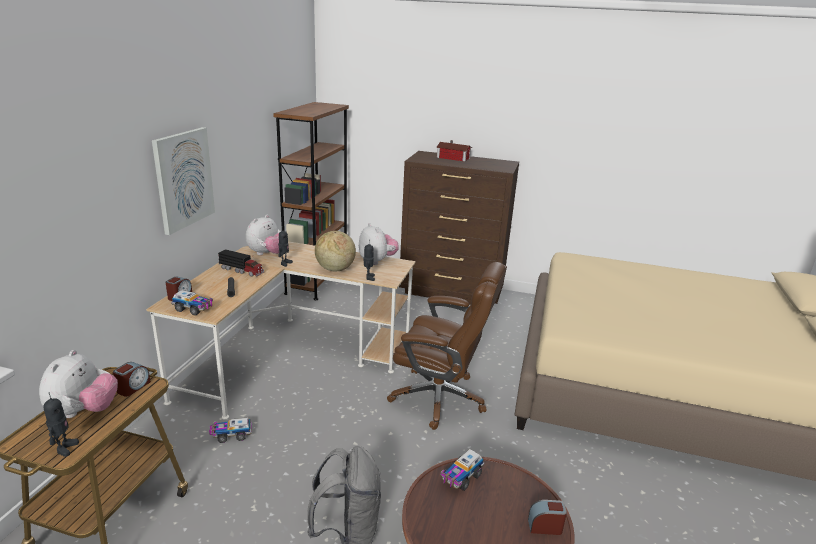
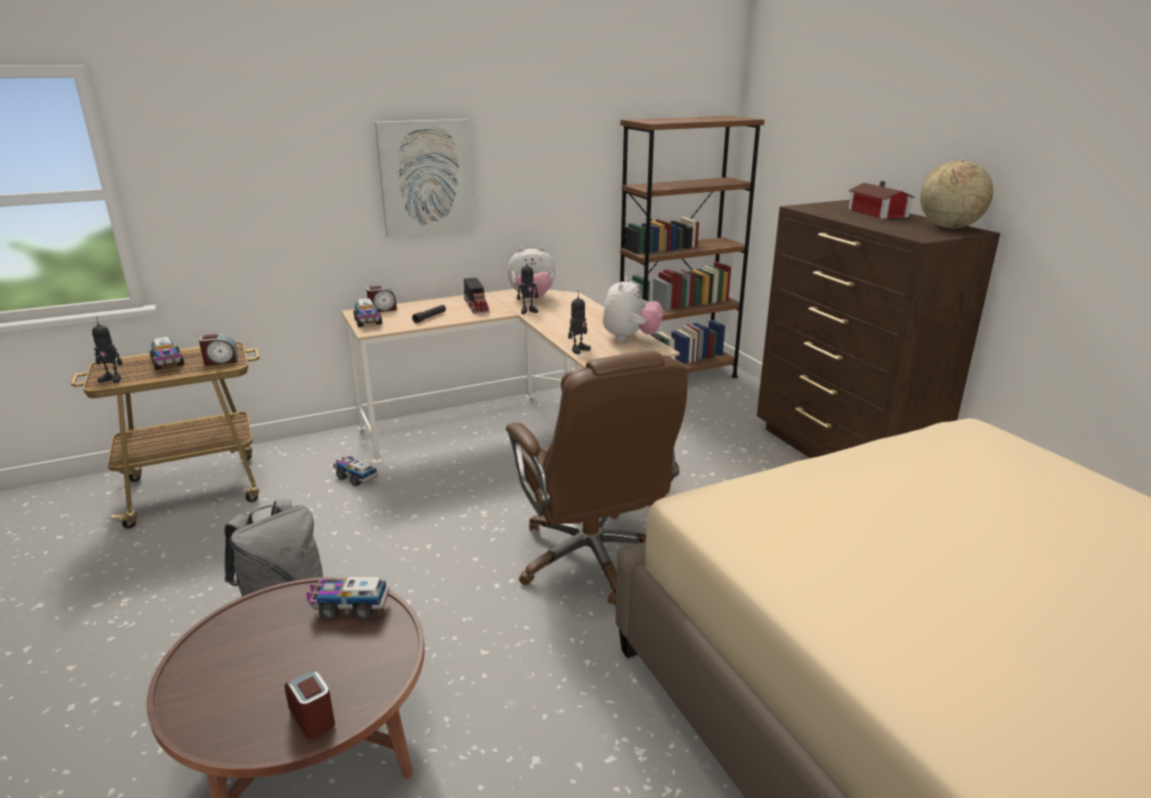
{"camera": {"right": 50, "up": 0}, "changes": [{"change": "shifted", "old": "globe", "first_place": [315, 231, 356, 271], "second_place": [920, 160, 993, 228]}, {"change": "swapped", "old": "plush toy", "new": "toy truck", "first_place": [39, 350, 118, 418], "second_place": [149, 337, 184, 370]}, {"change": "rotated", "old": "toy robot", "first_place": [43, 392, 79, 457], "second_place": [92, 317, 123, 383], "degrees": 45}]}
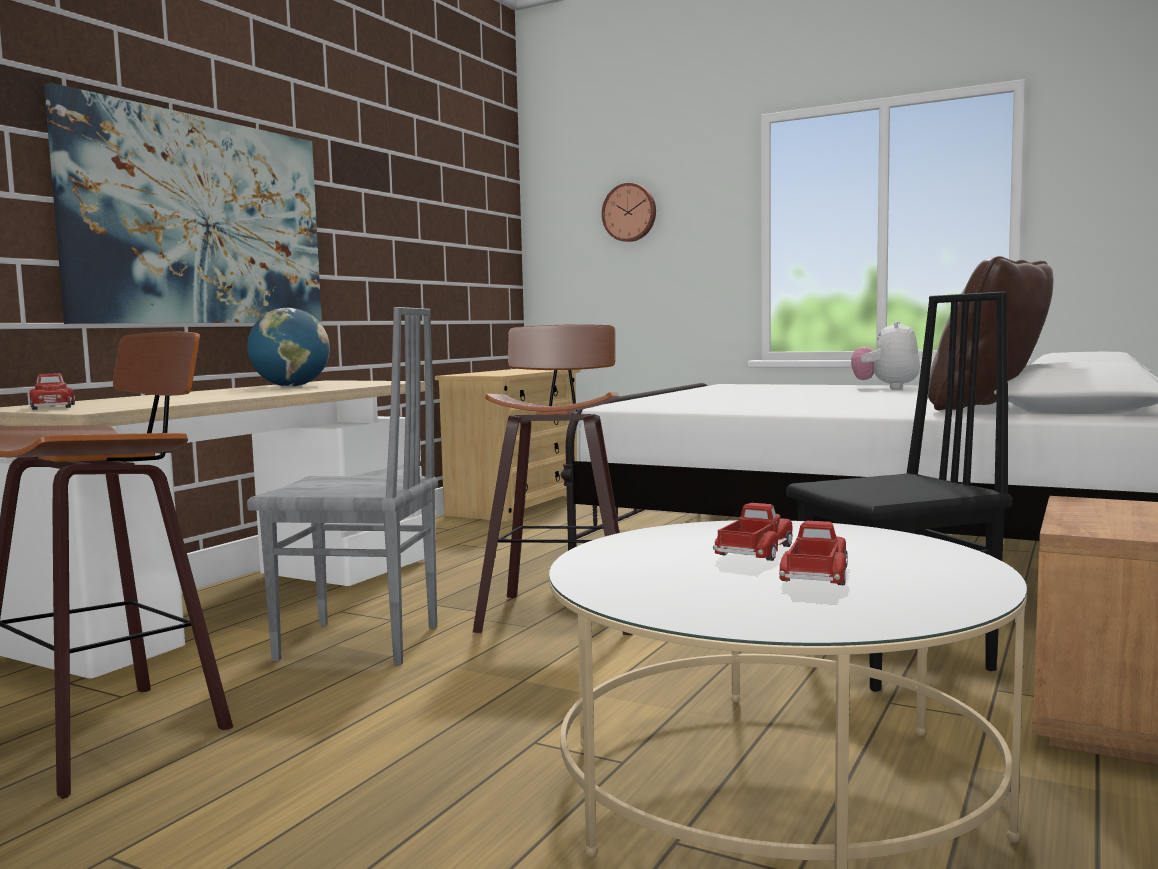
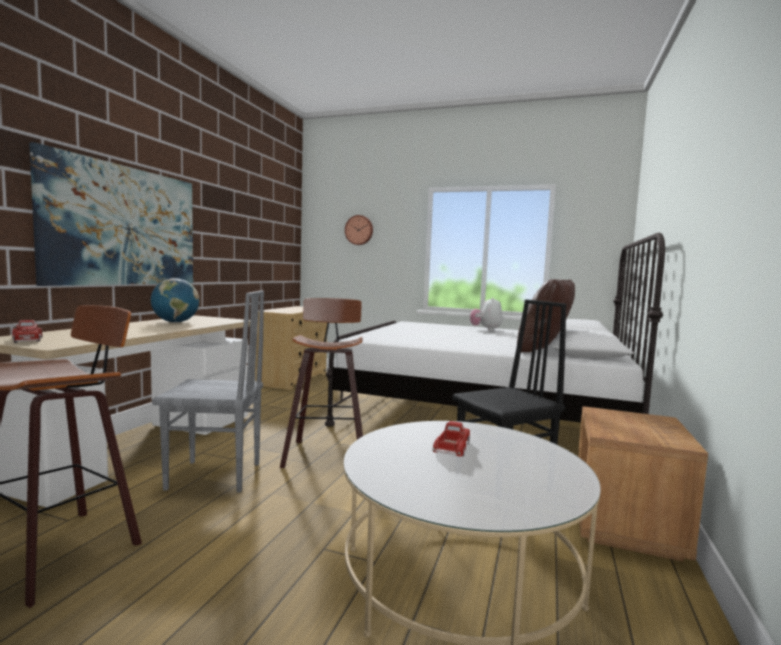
{"camera": {"right": -10, "up": 0}, "changes": [{"change": "gone", "old": "toy truck", "first_place": [779, 521, 848, 585]}]}
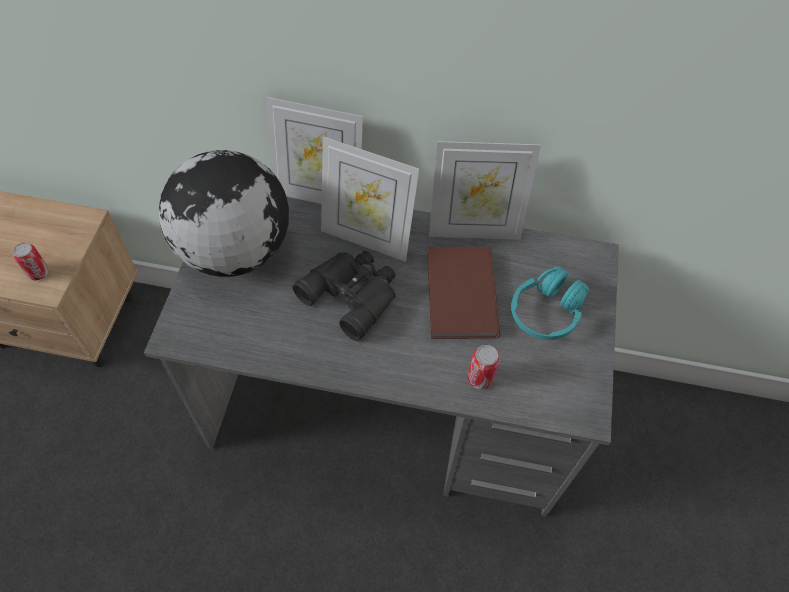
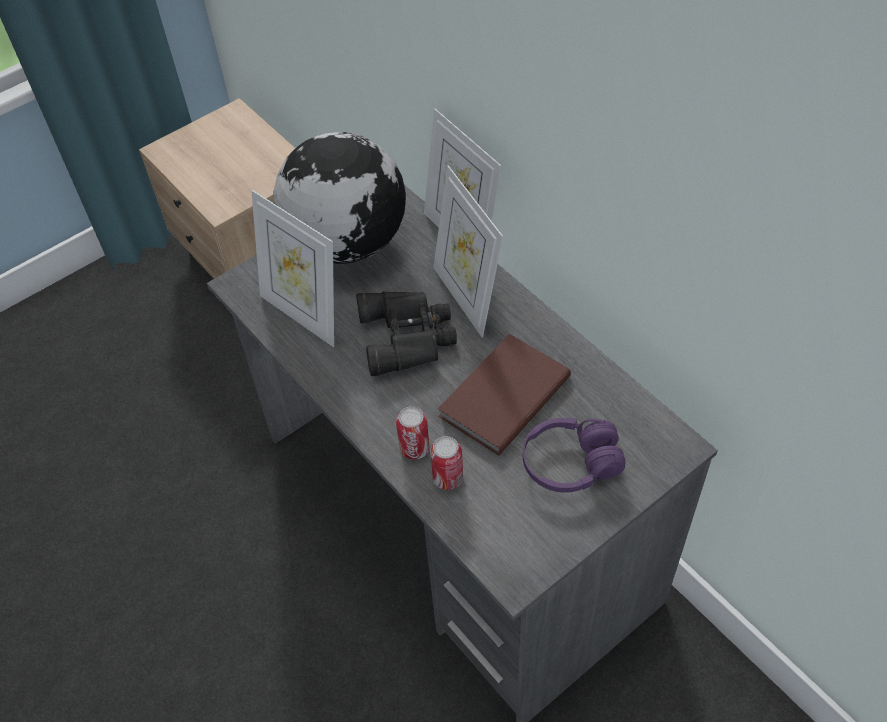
{"camera": {"right": 45, "up": -5}, "changes": [{"change": "shifted", "old": "picture frame", "first_place": [429, 141, 541, 239], "second_place": [251, 190, 334, 347]}, {"change": "shifted", "old": "can", "first_place": [13, 242, 49, 280], "second_place": [396, 406, 429, 460]}, {"change": "repainted", "old": "turquoise headphones", "new": "purple headphones", "first_place": [511, 266, 589, 340], "second_place": [523, 417, 626, 493]}]}
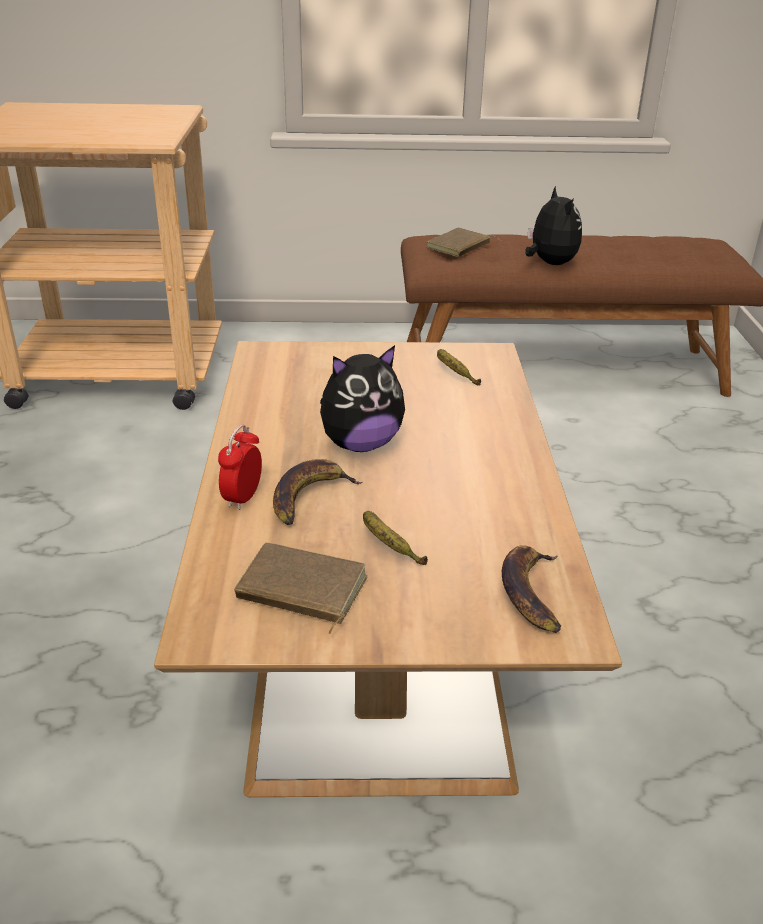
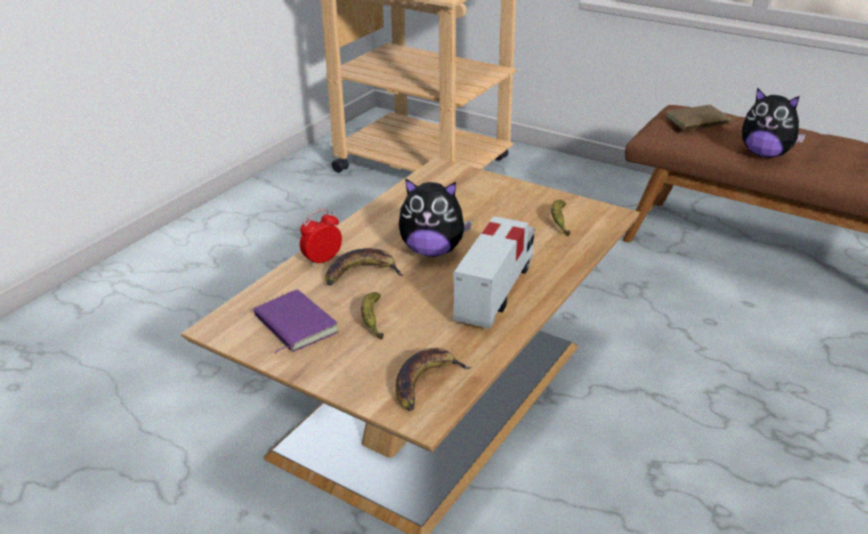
{"camera": {"right": 35, "up": 0}, "changes": [{"change": "rotated", "old": "plush toy", "first_place": [526, 186, 582, 265], "second_place": [742, 88, 806, 158], "degrees": 105}, {"change": "repainted", "old": "brown book", "new": "purple book", "first_place": [234, 543, 368, 634], "second_place": [253, 289, 339, 353]}, {"change": "new", "new": "toy truck", "second_place": [453, 216, 535, 329]}]}
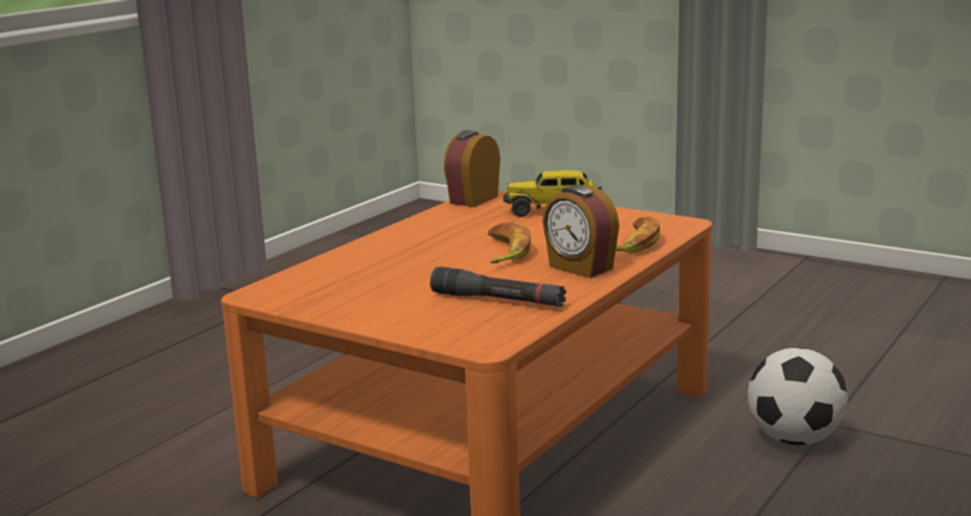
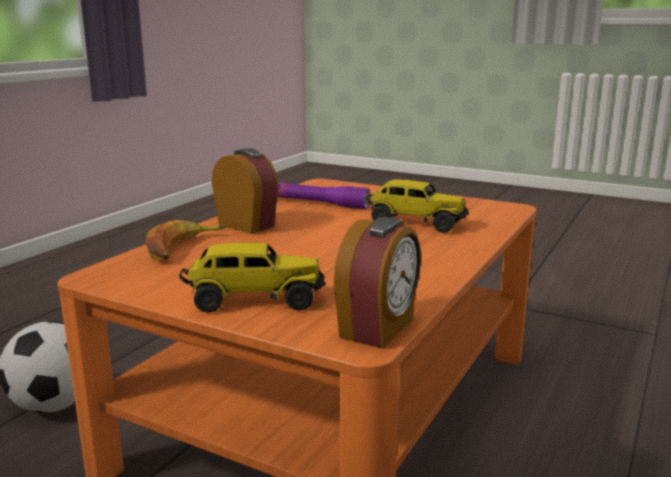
{"camera": {"right": 175, "up": 0}, "changes": [{"change": "gone", "old": "banana", "first_place": [488, 222, 531, 263]}, {"change": "repainted", "old": "black flashlight", "new": "purple flashlight", "first_place": [430, 267, 566, 307], "second_place": [278, 182, 371, 209]}, {"change": "new", "new": "toy truck", "second_place": [366, 179, 469, 233]}]}
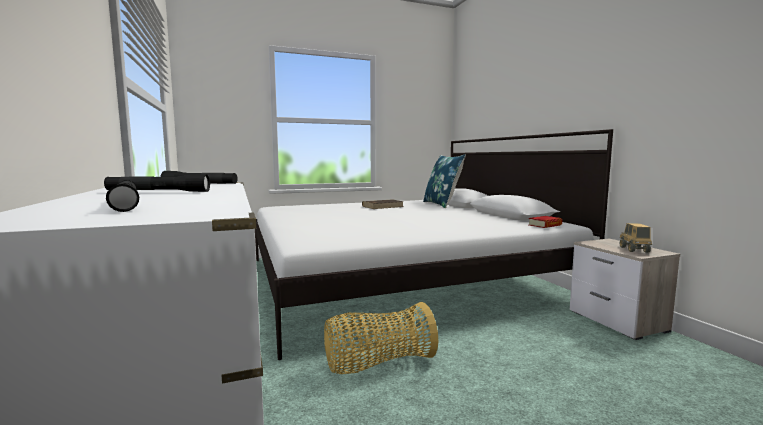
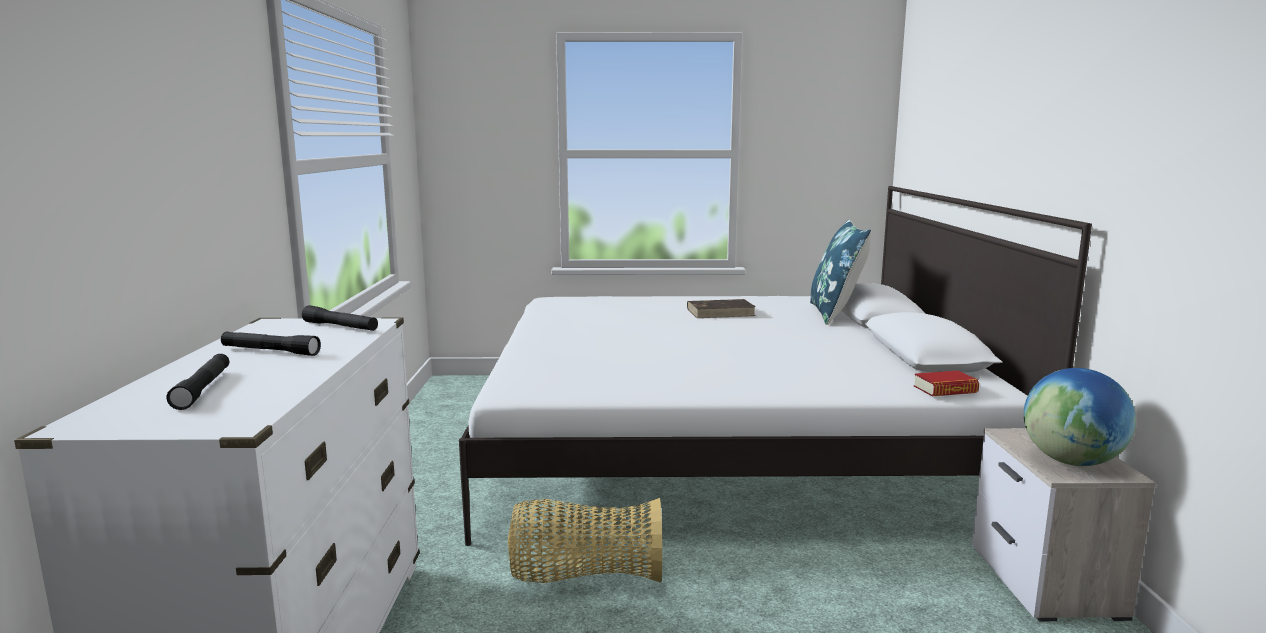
{"camera": {"right": 20, "up": 5}, "changes": [{"change": "swapped", "old": "toy truck", "new": "globe", "first_place": [620, 223, 652, 253], "second_place": [1024, 368, 1136, 466]}]}
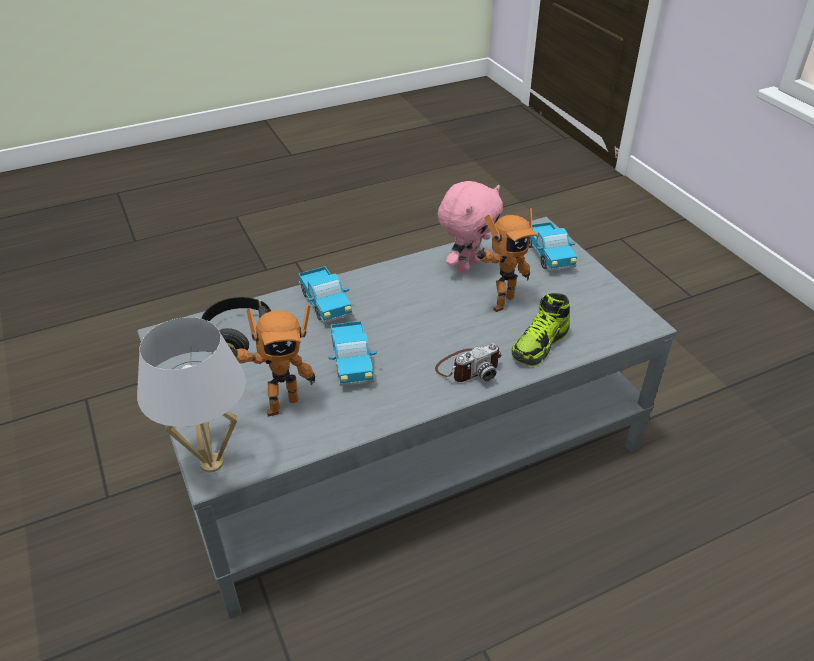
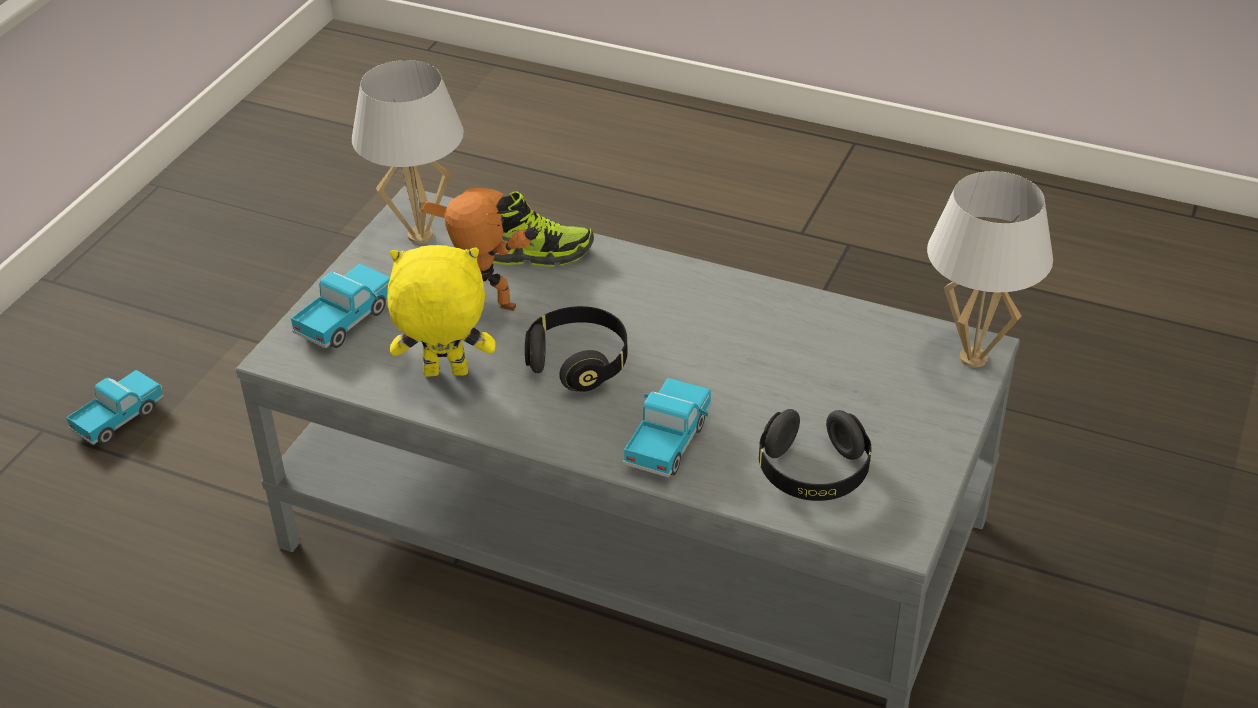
{"camera": {"right": -130, "up": 0}, "changes": [{"change": "repainted", "old": "pink plush toy", "new": "yellow plush toy", "first_place": [438, 181, 503, 273], "second_place": [387, 245, 496, 377]}, {"change": "gone", "old": "toy robot", "first_place": [231, 305, 315, 416]}, {"change": "shifted", "old": "toy truck", "first_place": [328, 321, 377, 386], "second_place": [66, 370, 164, 445]}, {"change": "gone", "old": "photo camera", "first_place": [435, 343, 502, 382]}, {"change": "new", "new": "white table lamp", "second_place": [352, 60, 464, 243]}, {"change": "new", "new": "black headphones", "second_place": [525, 306, 628, 392]}]}
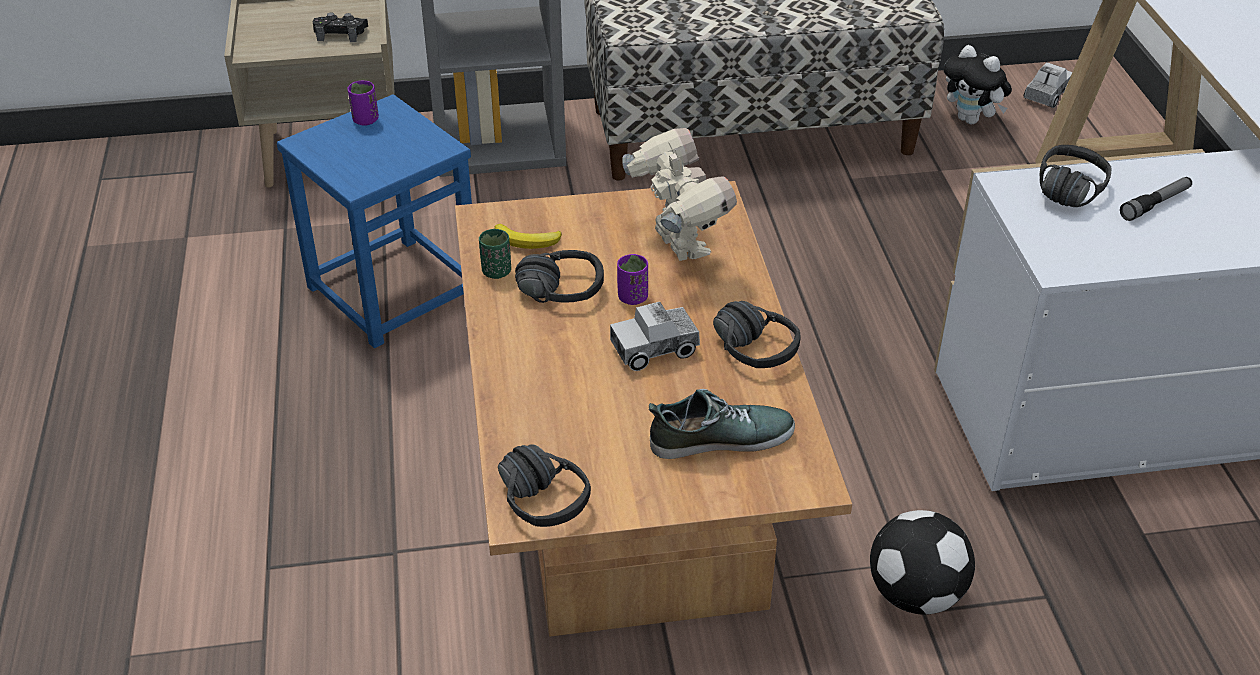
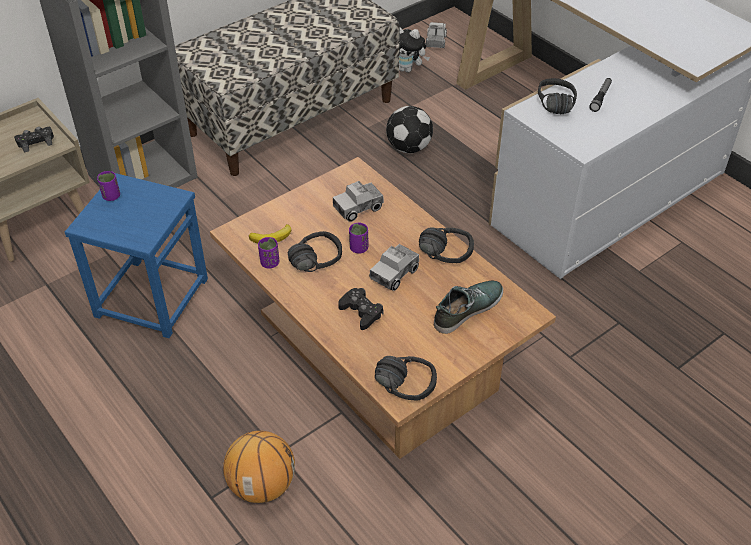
{"camera": {"right": -30, "up": 5}, "changes": [{"change": "swapped", "old": "toy robot", "new": "toy truck", "first_place": [622, 128, 737, 261], "second_place": [333, 181, 384, 222]}, {"change": "repainted", "old": "green cup", "new": "purple cup", "first_place": [479, 229, 511, 279], "second_place": [258, 237, 279, 269]}, {"change": "shifted", "old": "football", "first_place": [870, 510, 975, 615], "second_place": [386, 106, 433, 153]}, {"change": "new", "new": "black game controller", "second_place": [338, 288, 383, 330]}, {"change": "new", "new": "basketball", "second_place": [223, 431, 295, 503]}]}
